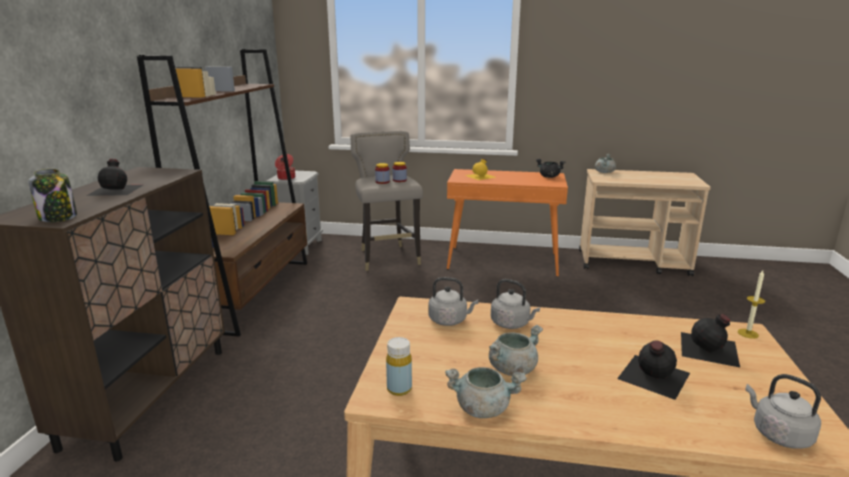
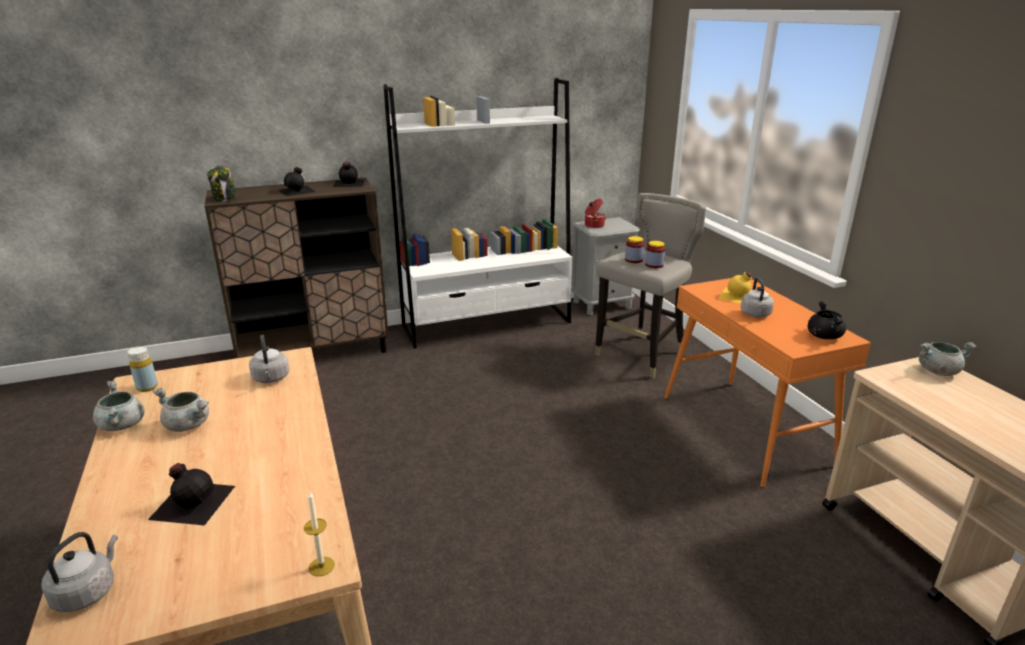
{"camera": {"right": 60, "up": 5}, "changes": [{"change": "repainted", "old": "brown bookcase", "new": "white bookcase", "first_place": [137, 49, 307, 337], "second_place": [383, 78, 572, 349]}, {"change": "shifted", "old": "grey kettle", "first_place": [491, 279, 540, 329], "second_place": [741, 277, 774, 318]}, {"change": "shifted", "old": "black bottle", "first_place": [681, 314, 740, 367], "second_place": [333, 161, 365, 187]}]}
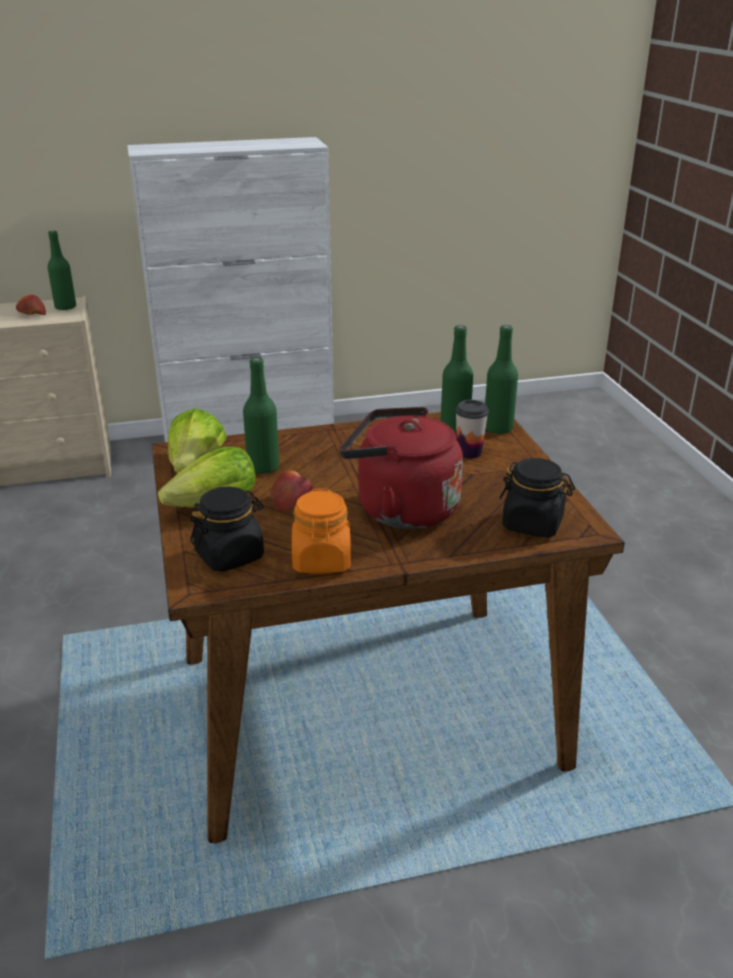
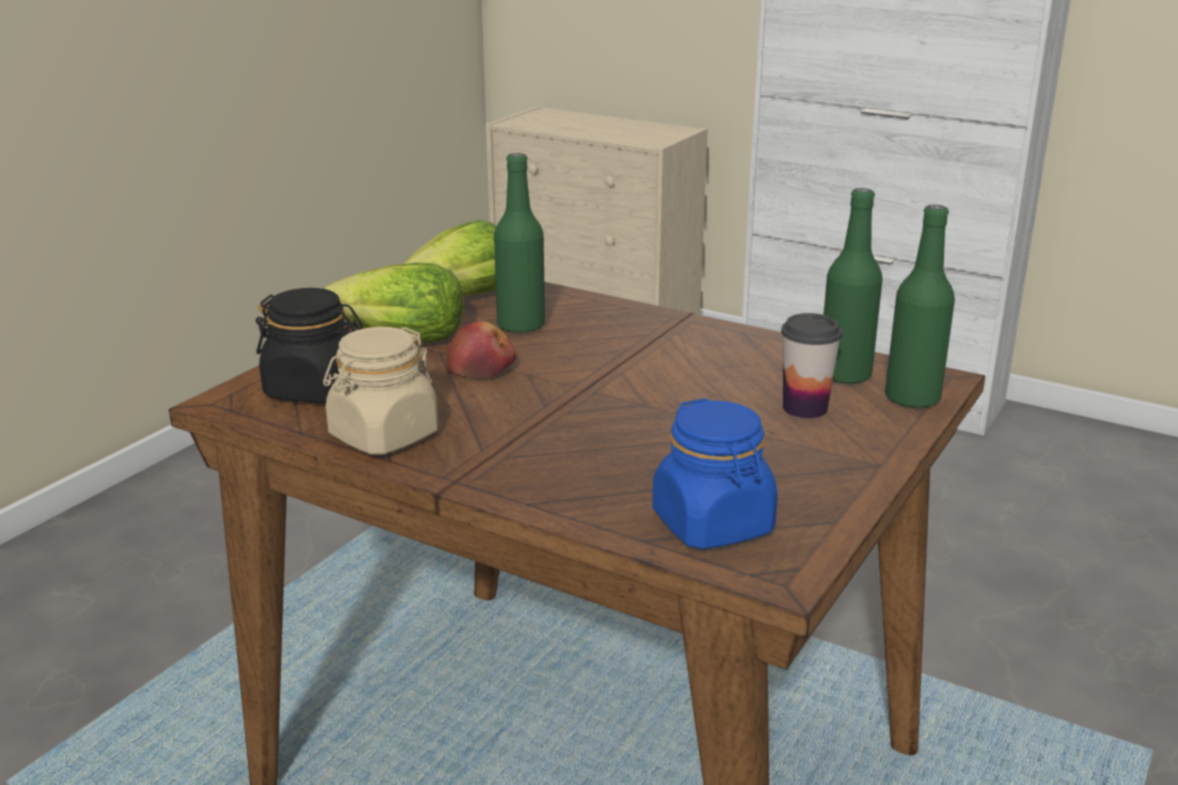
{"camera": {"right": 45, "up": -5}, "changes": [{"change": "gone", "old": "green bottle", "first_place": [47, 231, 76, 311]}, {"change": "gone", "old": "apple", "first_place": [16, 295, 46, 315]}, {"change": "gone", "old": "red kettle", "first_place": [340, 407, 463, 529]}, {"change": "repainted", "old": "black jar", "new": "blue jar", "first_place": [499, 458, 575, 537], "second_place": [652, 398, 778, 549]}, {"change": "repainted", "old": "orange jar", "new": "beige jar", "first_place": [292, 489, 351, 573], "second_place": [323, 327, 438, 455]}]}
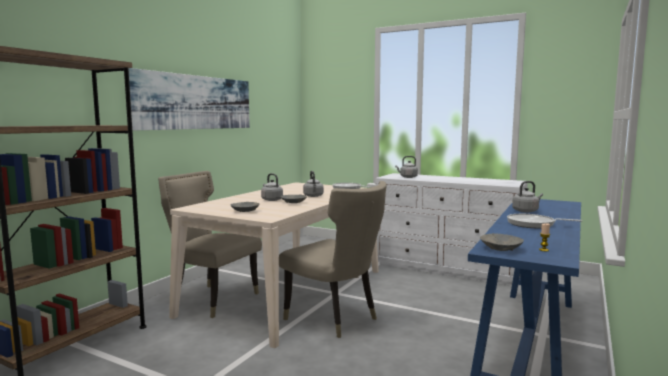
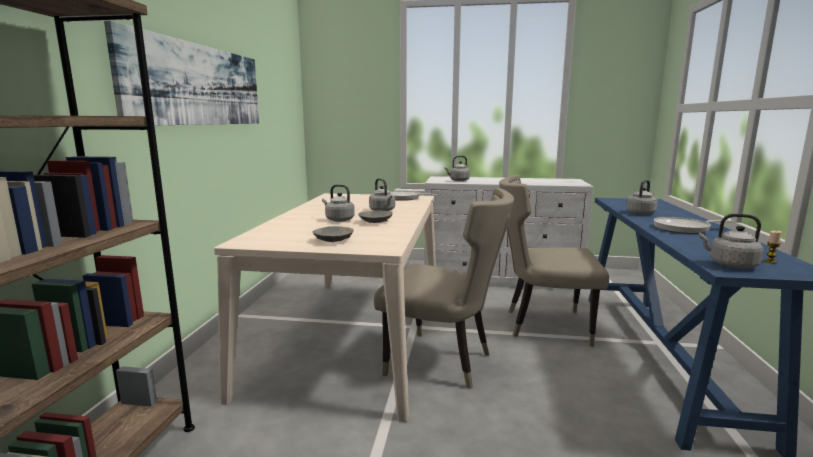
{"camera": {"right": -20, "up": 5}, "changes": [{"change": "shifted", "old": "beige chair", "first_place": [158, 171, 262, 318], "second_place": [499, 175, 609, 347]}, {"change": "swapped", "old": "grey bowl", "new": "grey kettle", "first_place": [480, 233, 524, 251], "second_place": [699, 214, 764, 269]}]}
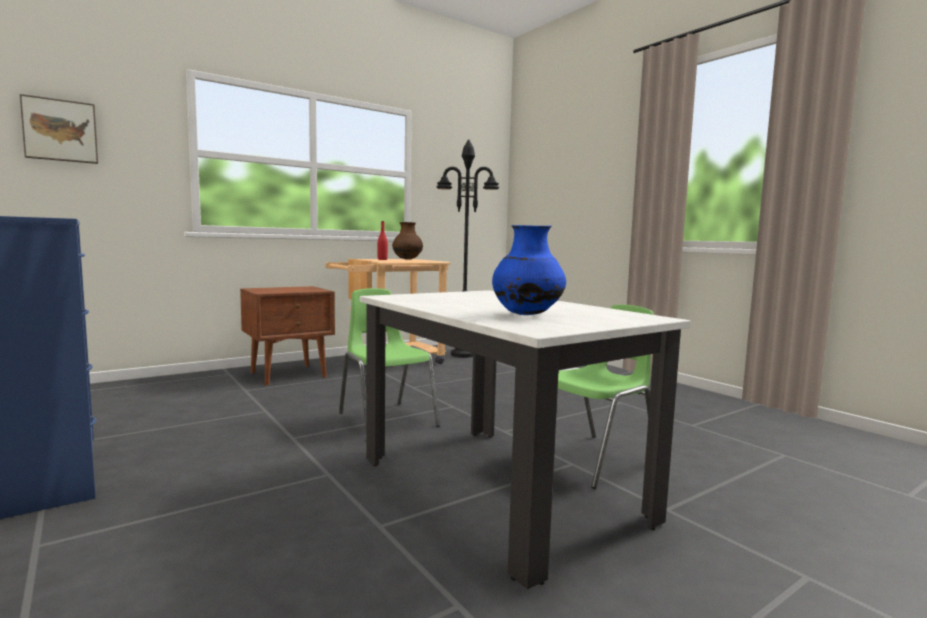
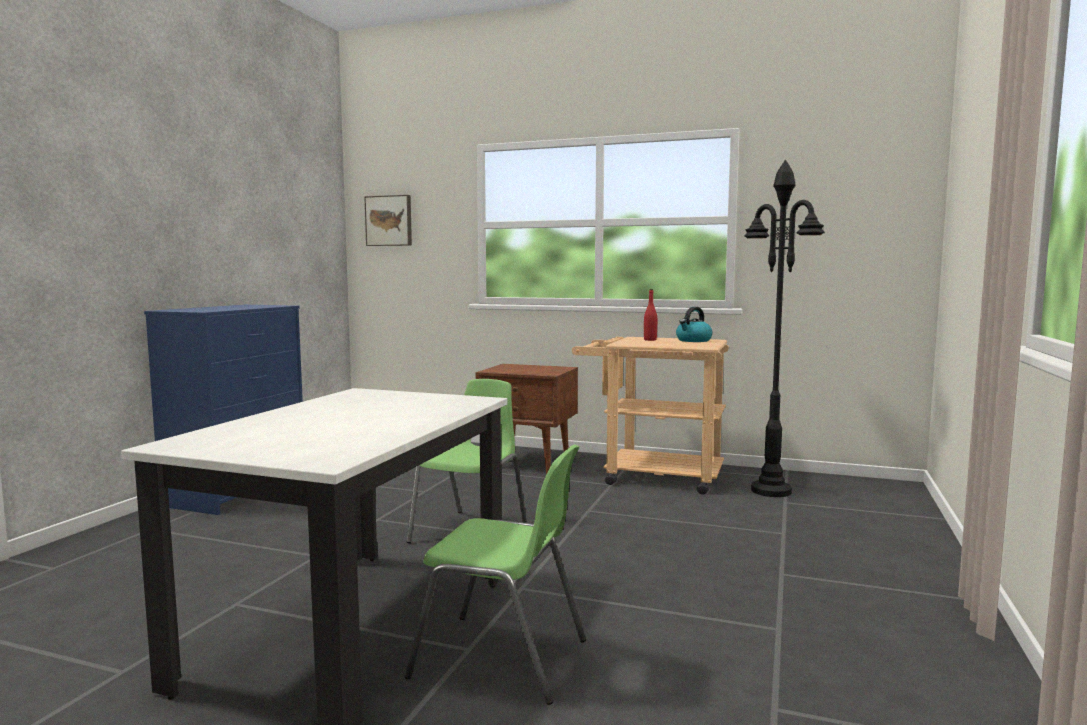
{"camera": {"right": 55, "up": 0}, "changes": [{"change": "swapped", "old": "brown vase", "new": "kettle", "first_place": [392, 222, 423, 260], "second_place": [676, 307, 713, 342]}, {"change": "gone", "old": "blue vase", "first_place": [492, 225, 566, 315]}]}
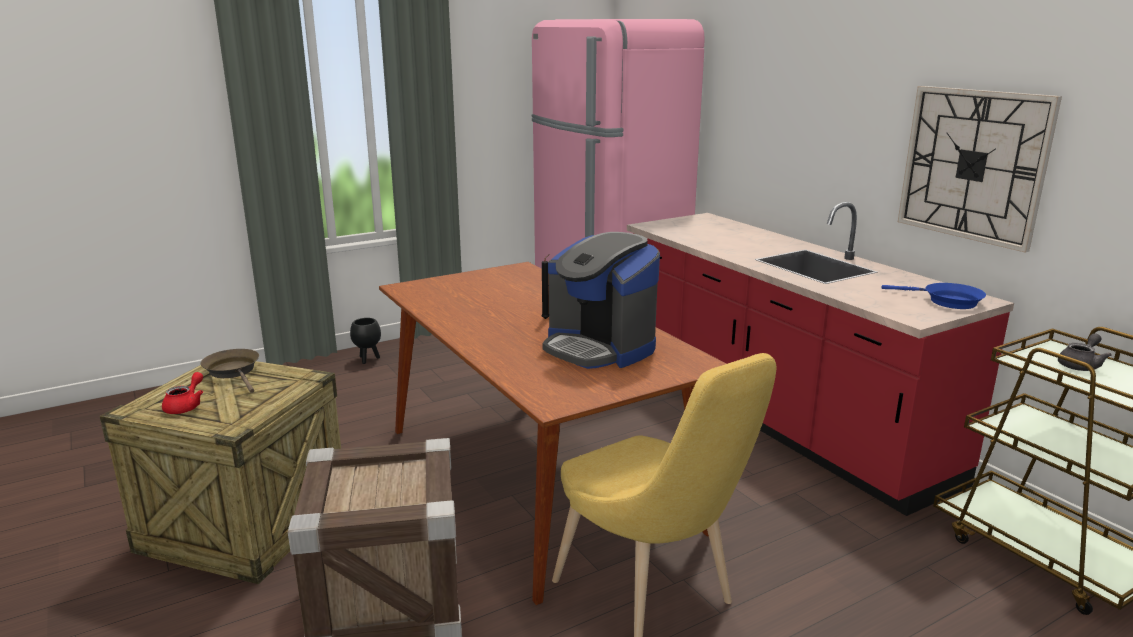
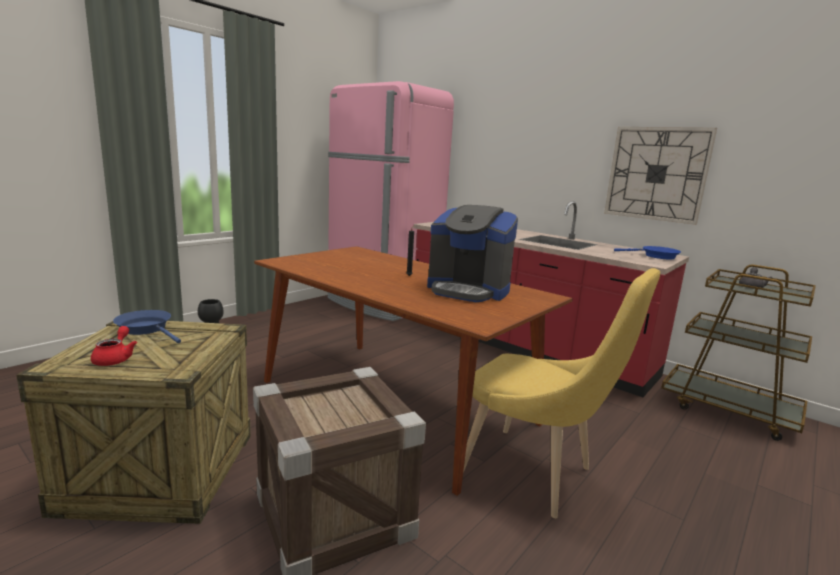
{"camera": {"right": -20, "up": -5}, "changes": [{"change": "repainted", "old": "brown frying pan", "new": "blue frying pan", "first_place": [201, 349, 259, 393], "second_place": [113, 310, 181, 343]}]}
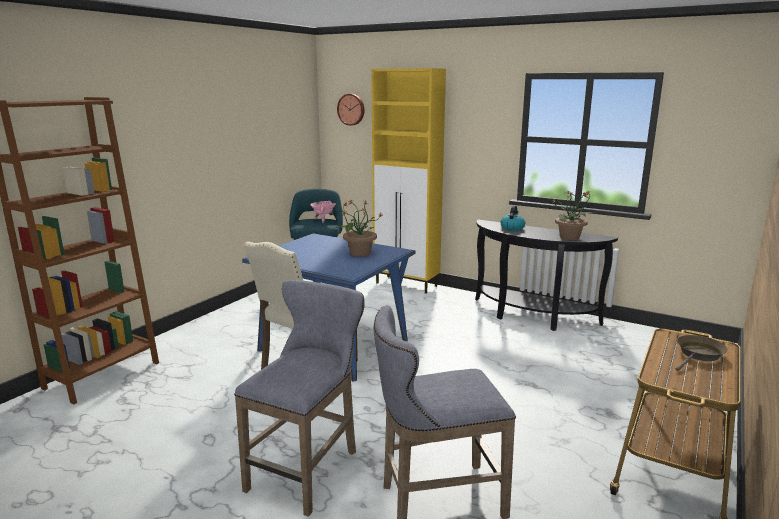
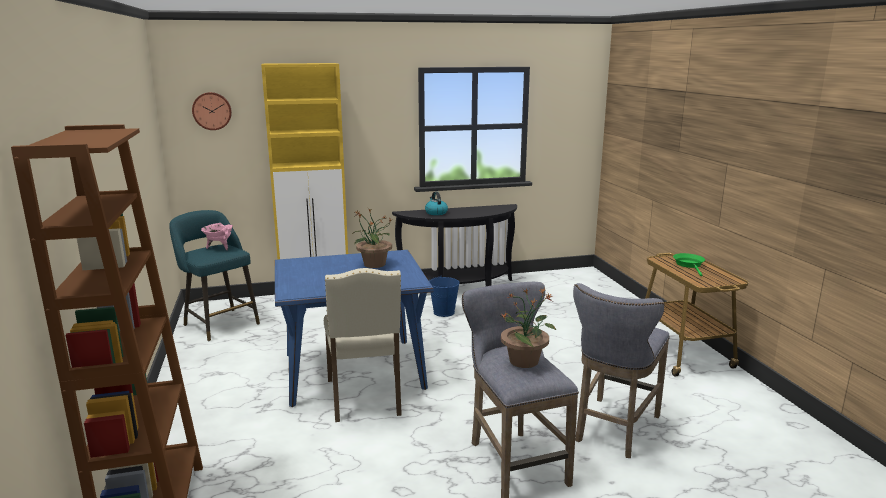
{"camera": {"right": -45, "up": 0}, "changes": [{"change": "shifted", "old": "potted plant", "first_place": [552, 190, 594, 240], "second_place": [501, 288, 556, 368]}, {"change": "repainted", "old": "brown frying pan", "new": "green frying pan", "first_place": [676, 335, 728, 371], "second_place": [673, 253, 705, 276]}, {"change": "new", "new": "blue bucket", "second_place": [429, 276, 459, 317]}]}
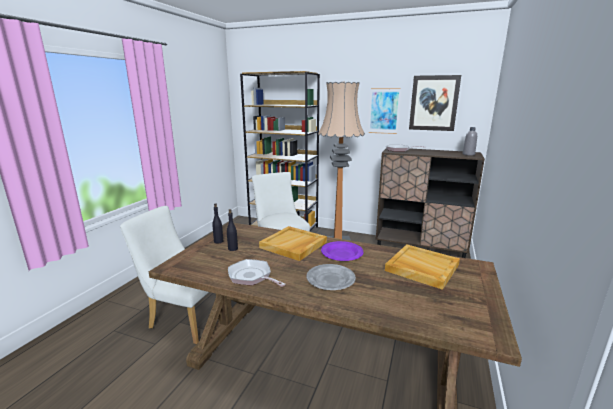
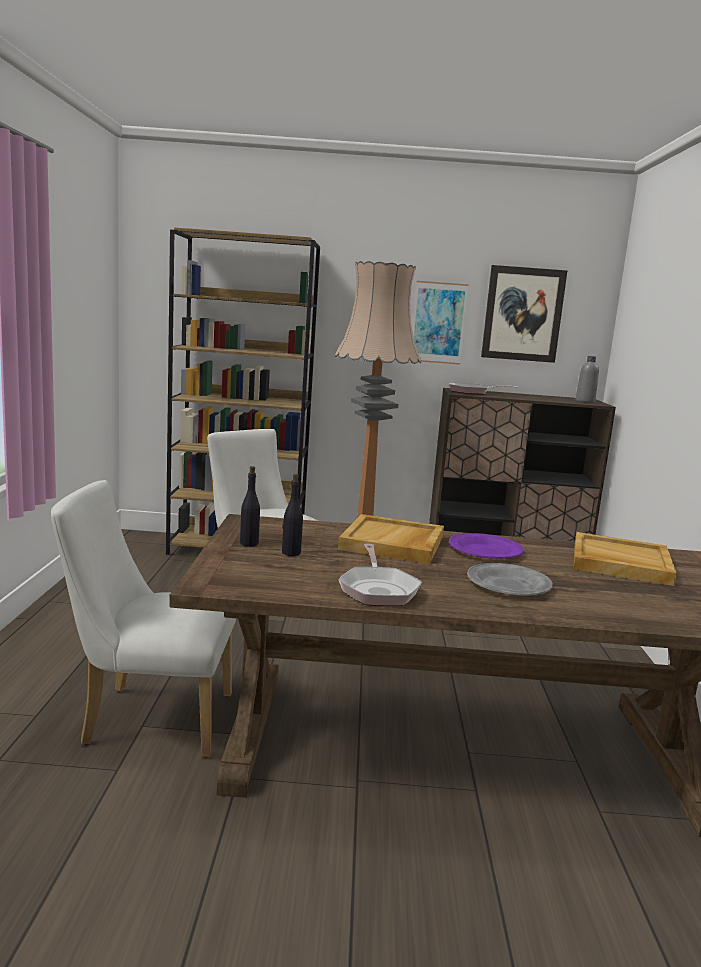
{"camera": {"right": -20, "up": -5}, "changes": [{"change": "rotated", "old": "frying pan", "first_place": [228, 259, 286, 287], "second_place": [338, 544, 422, 606], "degrees": -120}]}
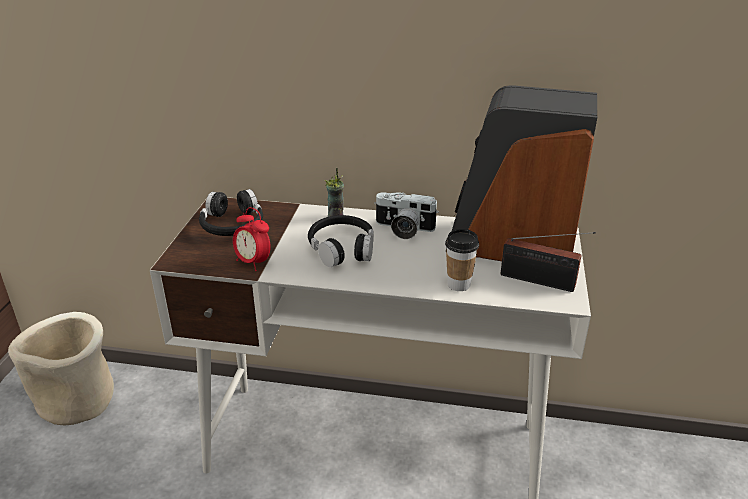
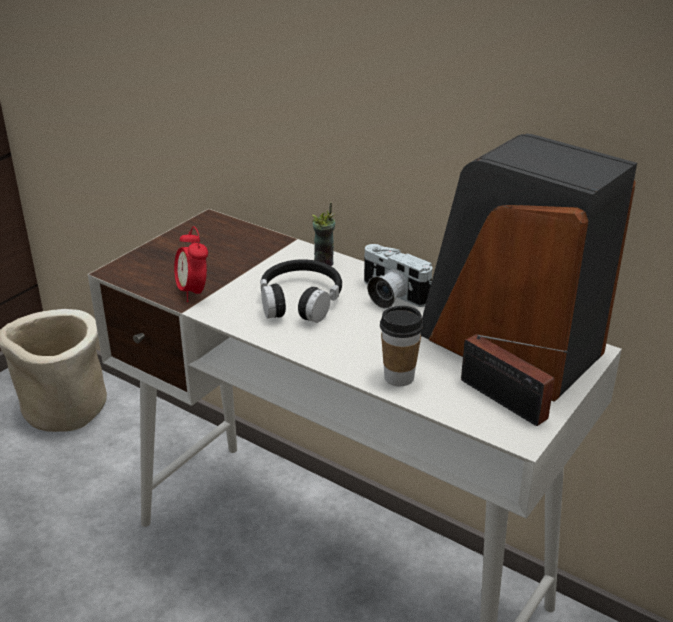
{"camera": {"right": 25, "up": 0}, "changes": [{"change": "gone", "old": "black headphones", "first_place": [199, 189, 263, 236]}]}
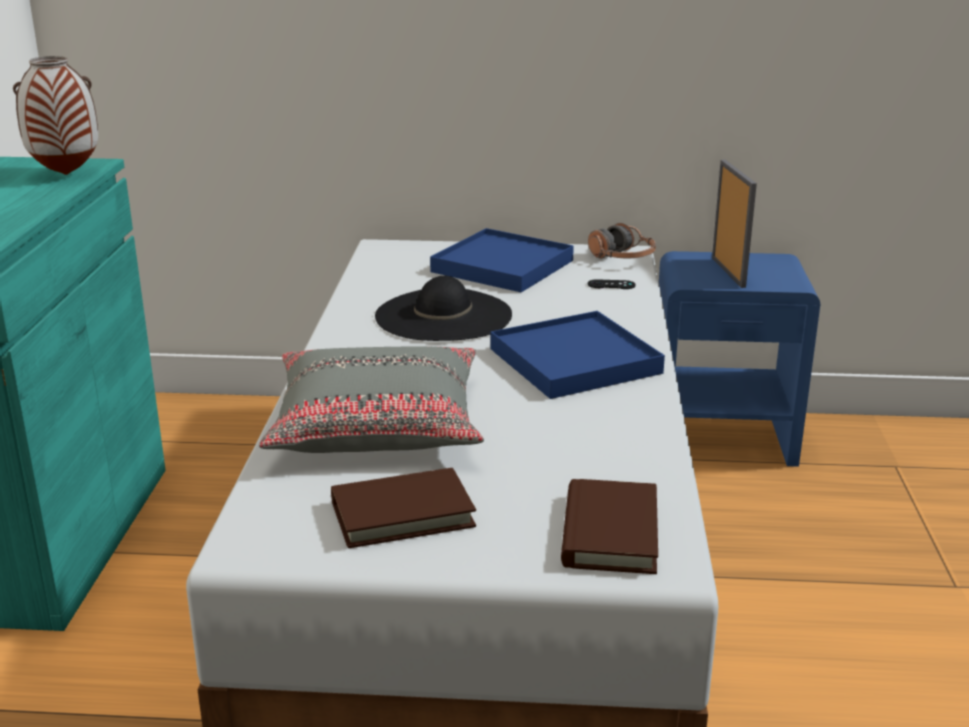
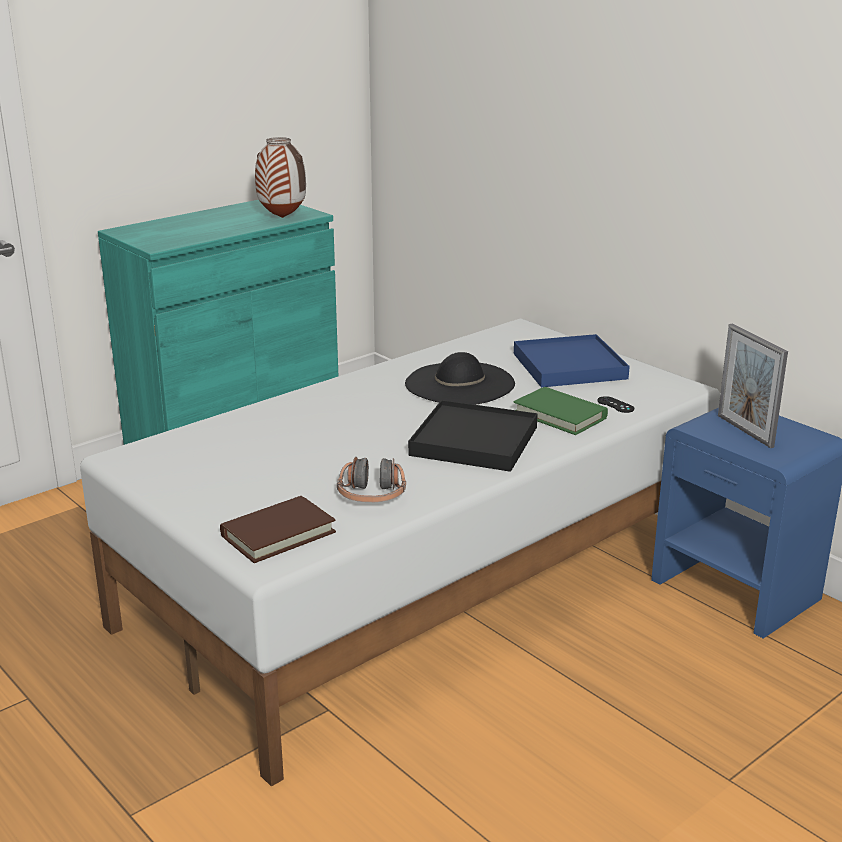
{"camera": {"right": 45, "up": 0}, "changes": [{"change": "rotated", "old": "picture frame", "first_place": [712, 160, 757, 288], "second_place": [718, 323, 788, 448], "degrees": 120}, {"change": "shifted", "old": "headphones", "first_place": [588, 223, 656, 258], "second_place": [337, 457, 406, 502]}, {"change": "repainted", "old": "blue tray", "new": "black tray", "first_place": [491, 311, 665, 399], "second_place": [408, 400, 538, 472]}, {"change": "gone", "old": "grey pillow", "first_place": [259, 346, 484, 453]}, {"change": "gone", "old": "brown book", "first_place": [331, 468, 476, 548]}, {"change": "new", "new": "green book", "second_place": [514, 387, 608, 435]}]}
